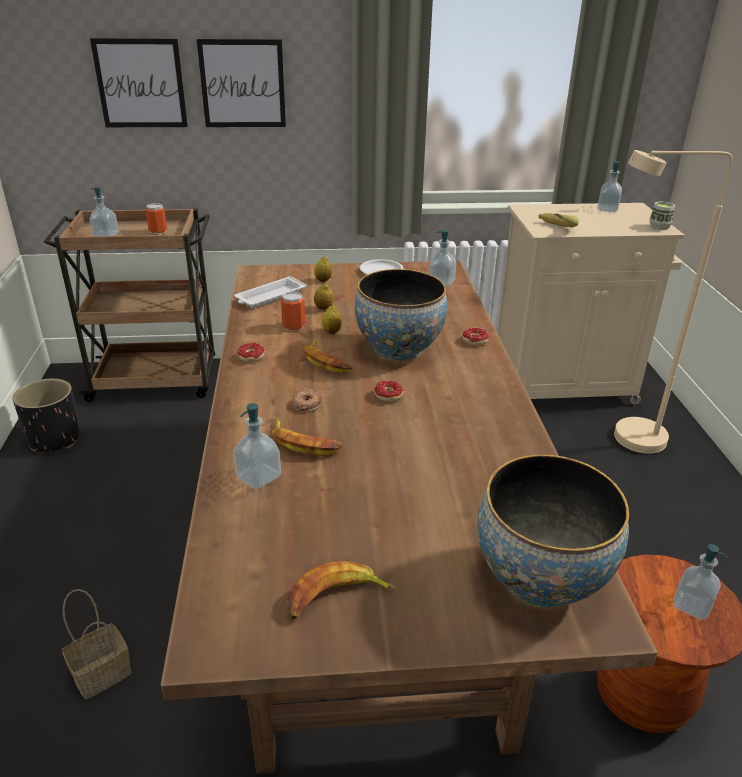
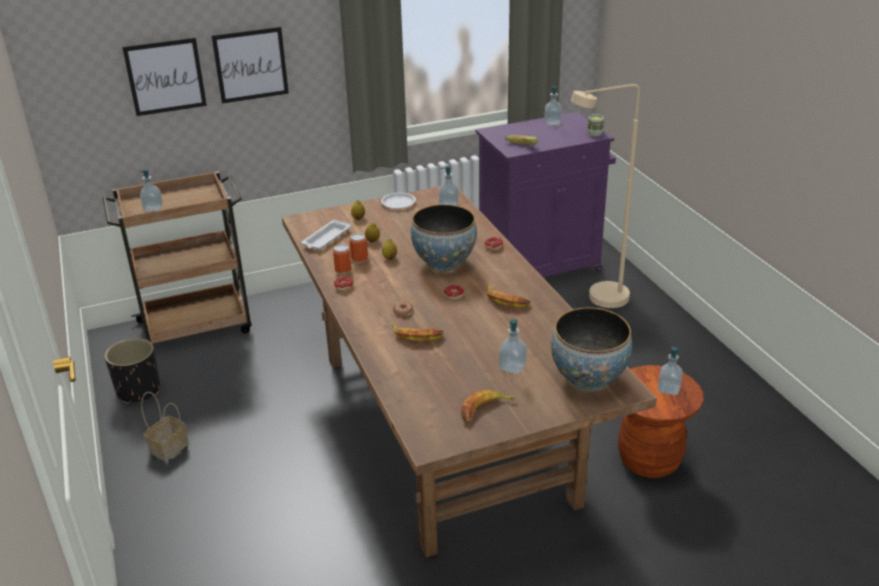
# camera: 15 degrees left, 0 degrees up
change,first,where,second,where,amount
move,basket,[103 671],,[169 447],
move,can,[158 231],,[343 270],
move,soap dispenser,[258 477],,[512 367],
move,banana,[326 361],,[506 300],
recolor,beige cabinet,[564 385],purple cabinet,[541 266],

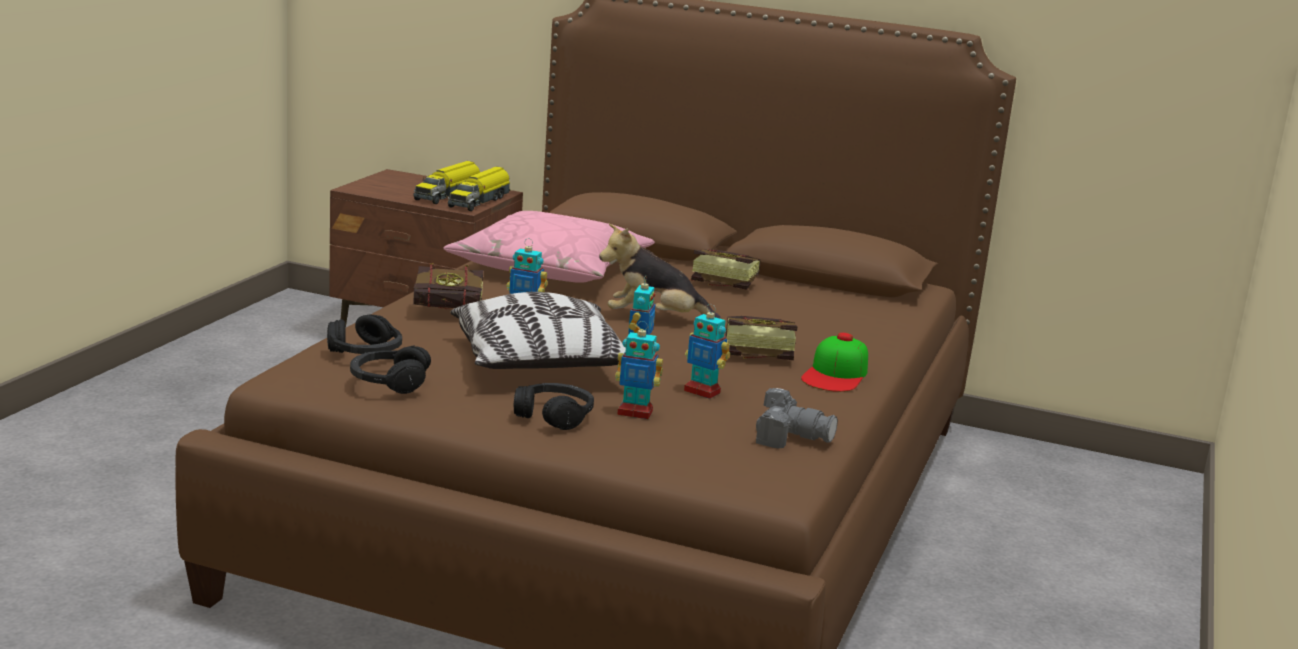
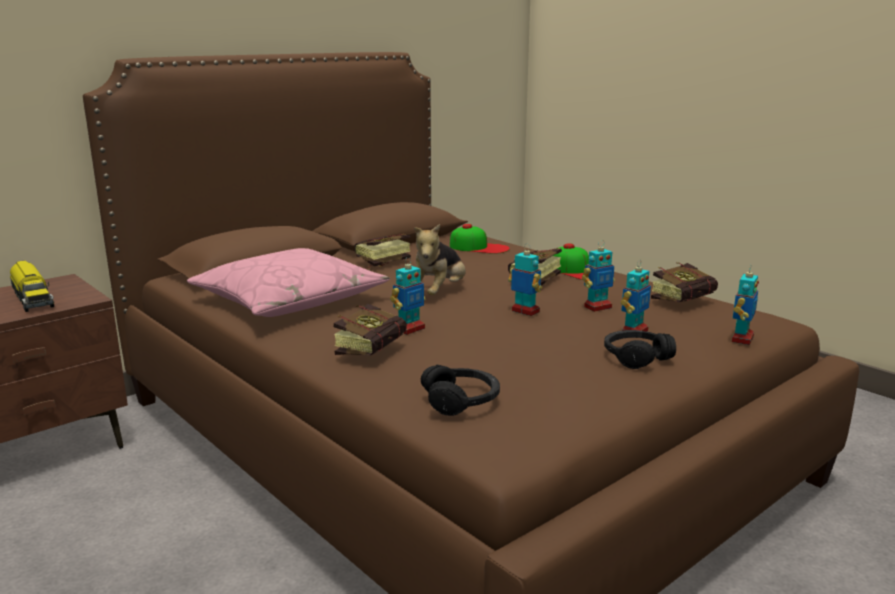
# camera: 60 degrees left, 0 degrees up
change,first,where,second,where,amount
delete,black headphones,[389 382],,,
delete,toy truck,[480 201],,,
delete,pillow,[540 364],,,
replace,photo camera,[790 437],book,[686 302],
insert,,,cap,[479 247],
insert,,,toy robot,[741 339],

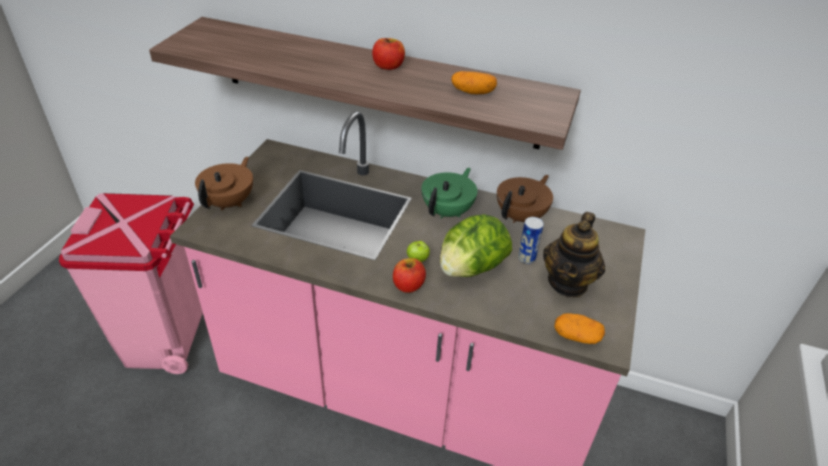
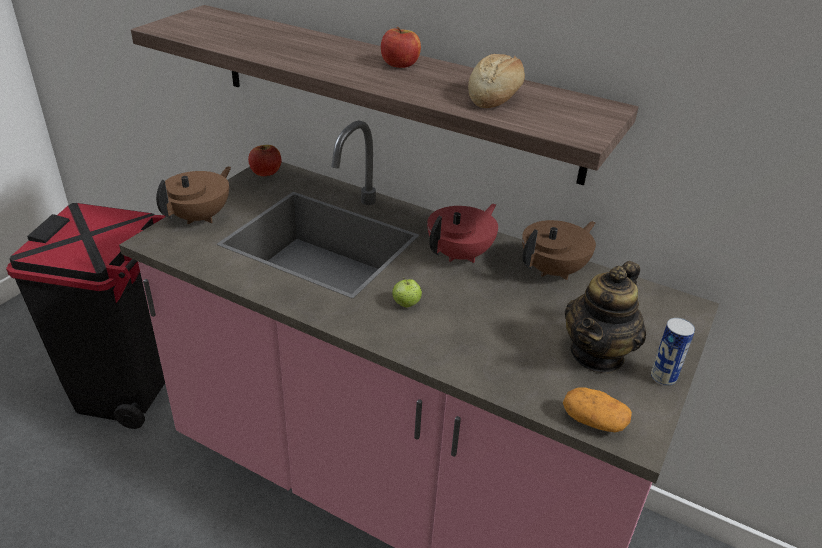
# camera: 10 degrees right, 5 degrees down
change,first,where,second,where,amount
recolor,pink trash can,[166 338],black trash can,[130 386],
move,apple,[408 285],,[265 172],
recolor,green teapot,[448 211],red teapot,[461 254],
delete,lettuce,[471 268],,,
replace,potato,[472 92],bread,[495 97],
move,can,[526 258],,[663 377],

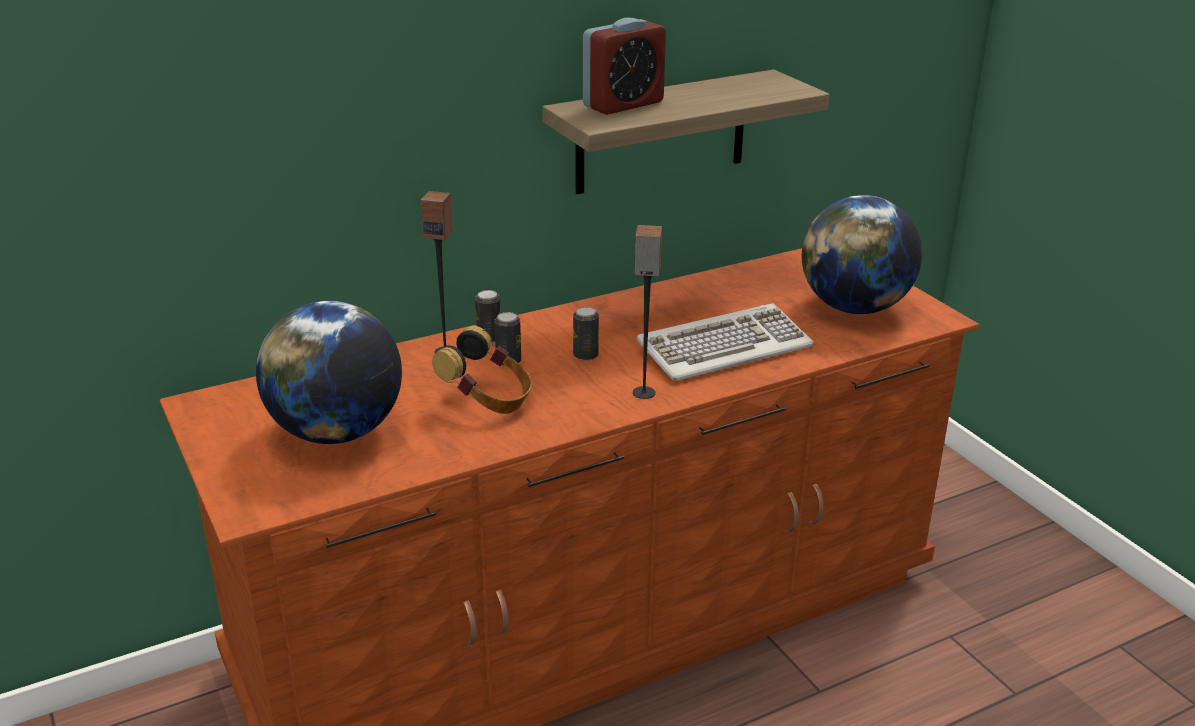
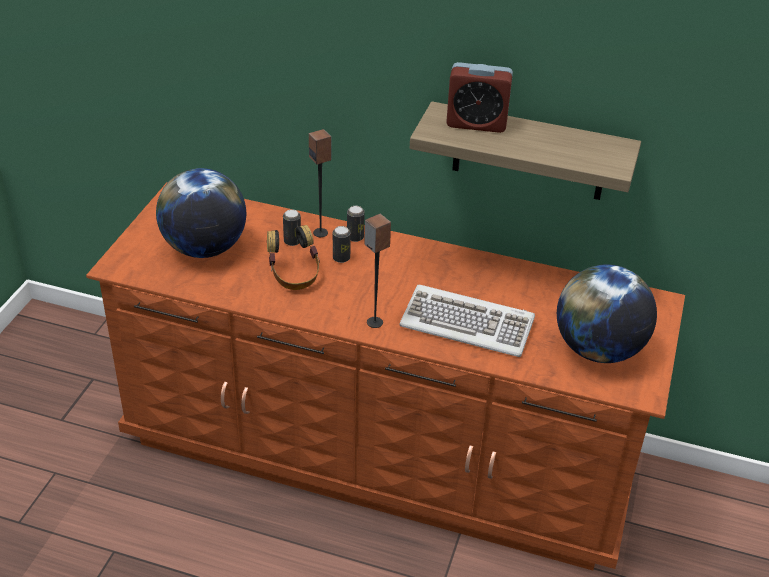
# camera: 45 degrees right, 10 degrees up
change,first,where,second,where,amount
move,can,[585 355],,[292 241],

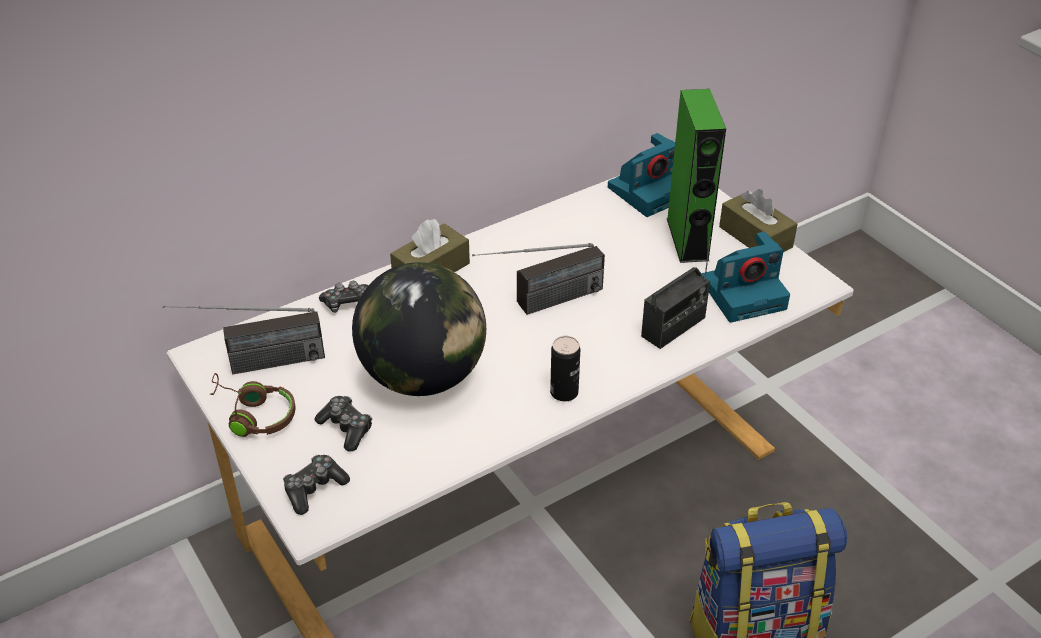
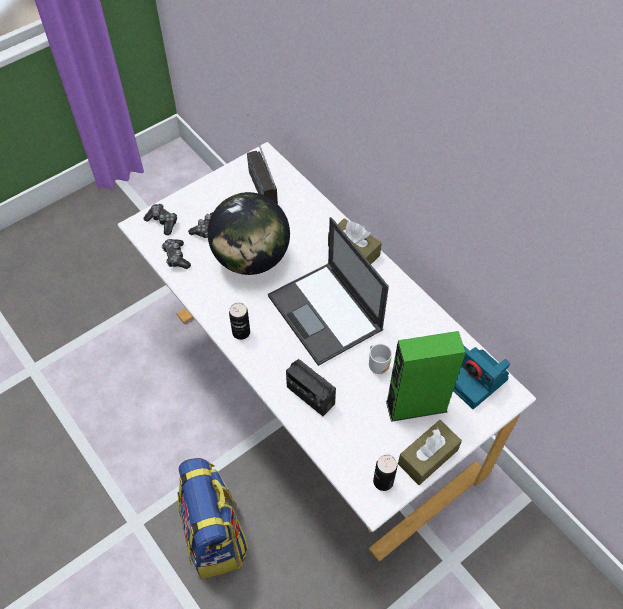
# camera: 85 degrees right, 15 degrees up
change,first,where,second,where,amount
delete,brown headphones,[253 414],,,
move,game controller,[348 303],,[176 257],
replace,radio,[540 304],laptop,[326 314],
delete,photo camera,[744 293],,,
insert,,,mug,[378 365],
insert,,,can,[383 481],

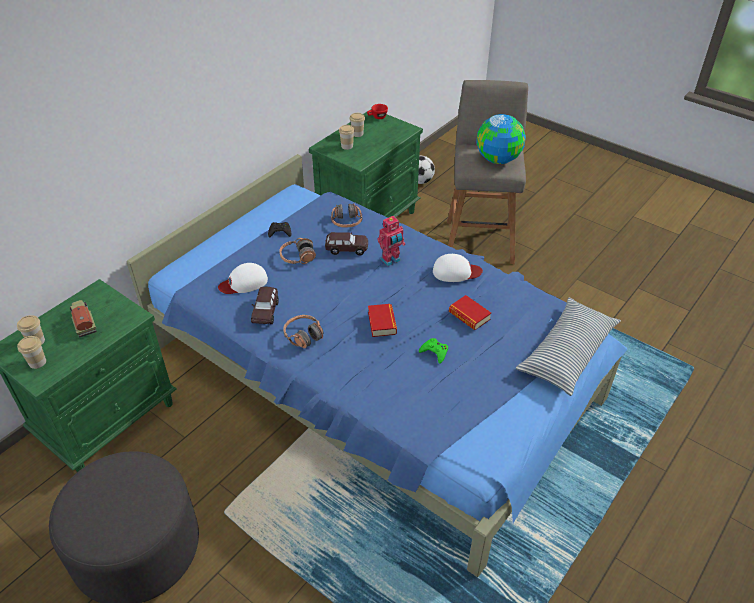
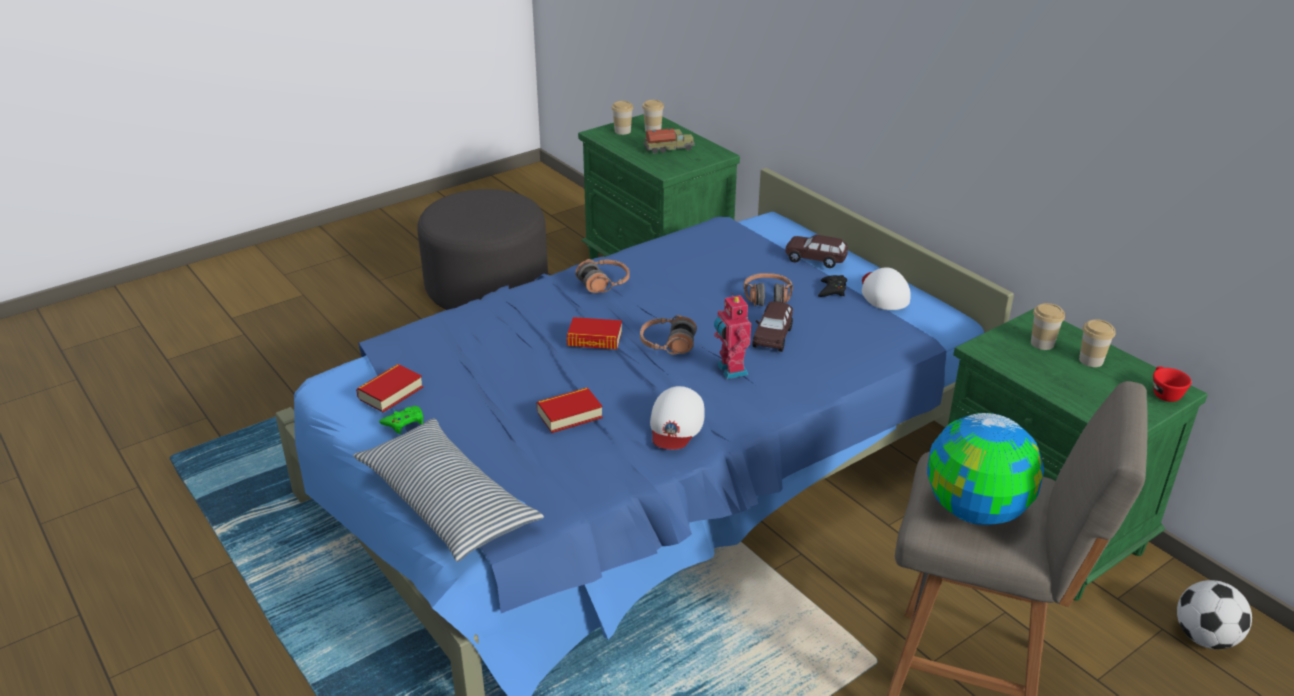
# camera: 105 degrees right, 10 degrees down
change,first,where,second,where,amount
move,white cap,[244 282],,[883 293],
move,brown toy car,[265 312],,[815 259],
move,headphones,[346 222],,[667 344],
move,green game controller,[434 352],,[404 422],
insert,,,book,[390 393],

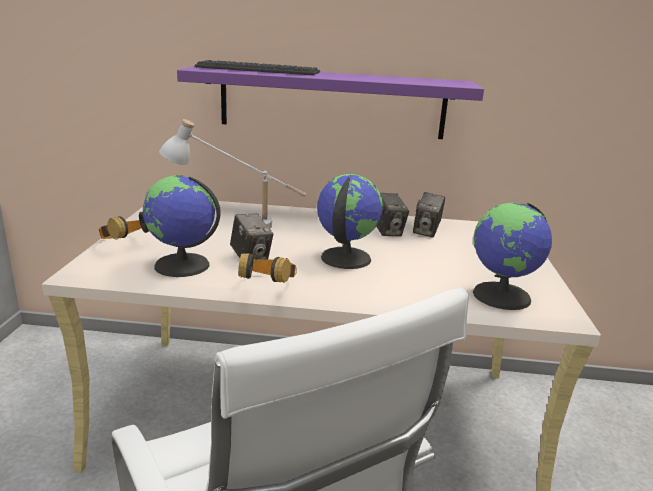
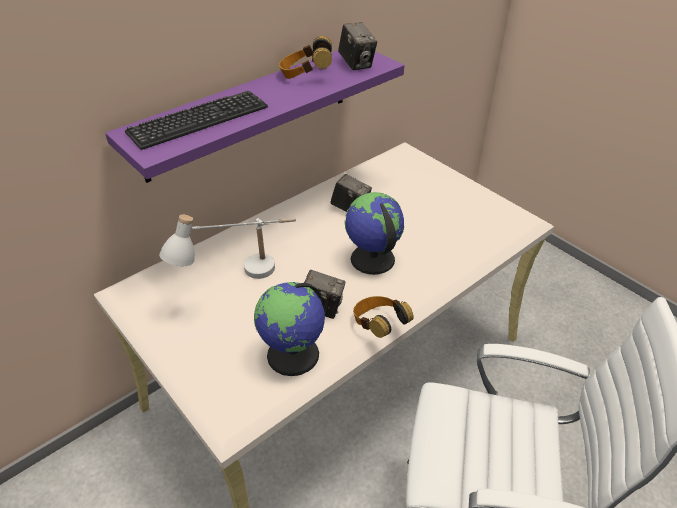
# camera: 45 degrees left, 20 degrees up
change,first,where,second,where,amount
move,headphones,[126 244],,[306 75],
move,photo camera,[426 232],,[356 64],
delete,globe,[502 296],,,

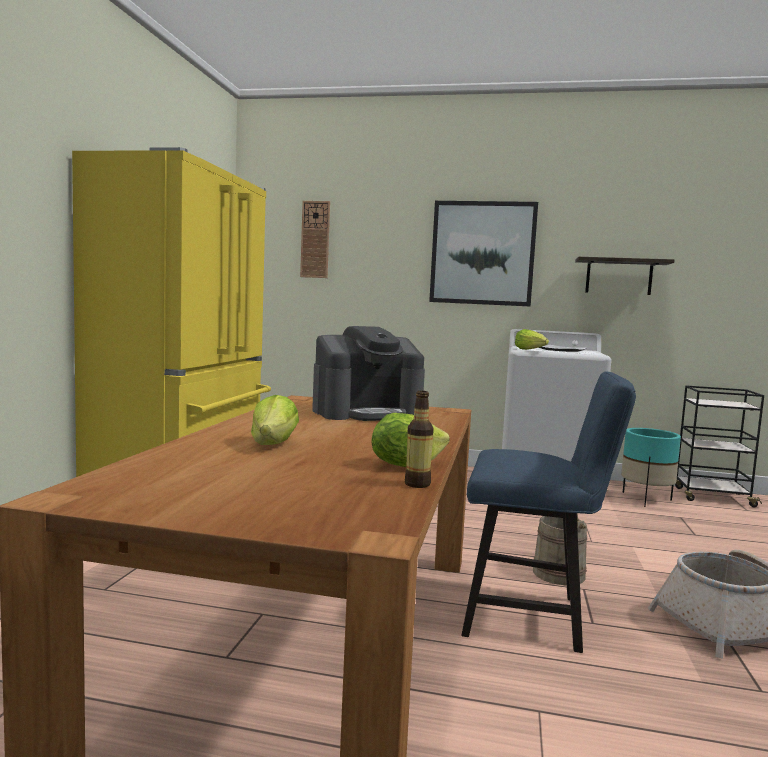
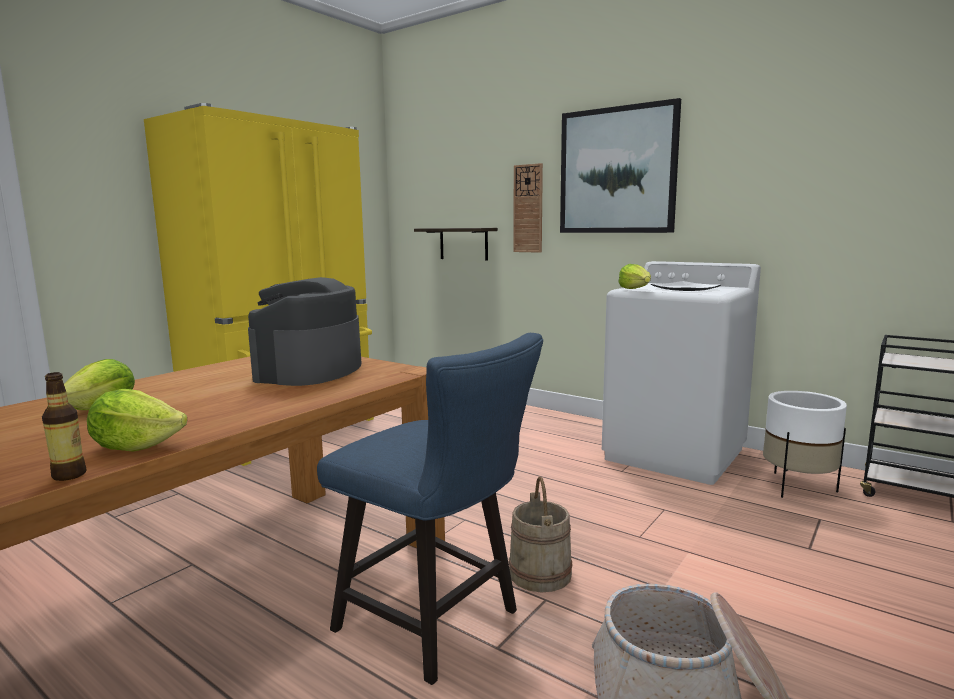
# camera: 25 degrees right, 5 degrees up
change,first,where,second,where,amount
move,wall clock,[315 239],,[528 208],
rotate,coffee machine,[367 412],,[309 370],105 degrees clockwise
move,shelf,[618 277],,[463 243],
recolor,turquoise planter,[646 499],white planter,[797 487],

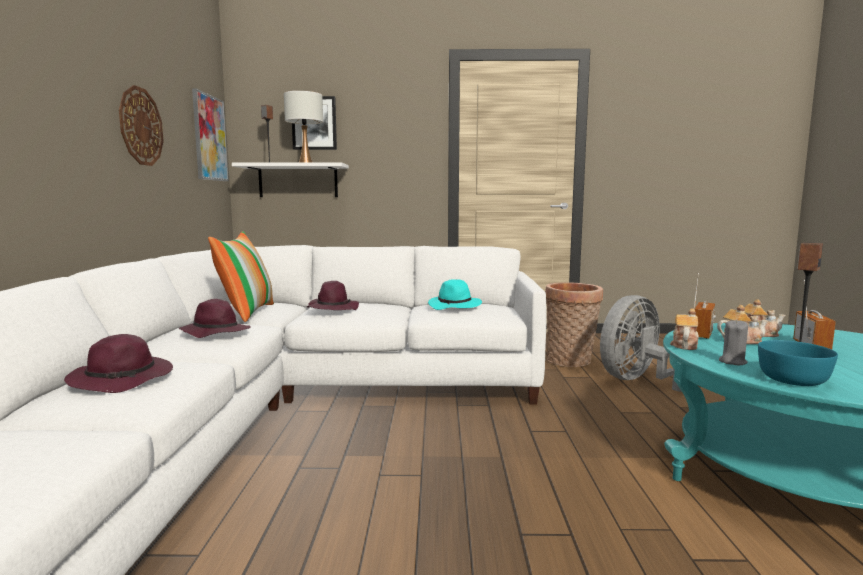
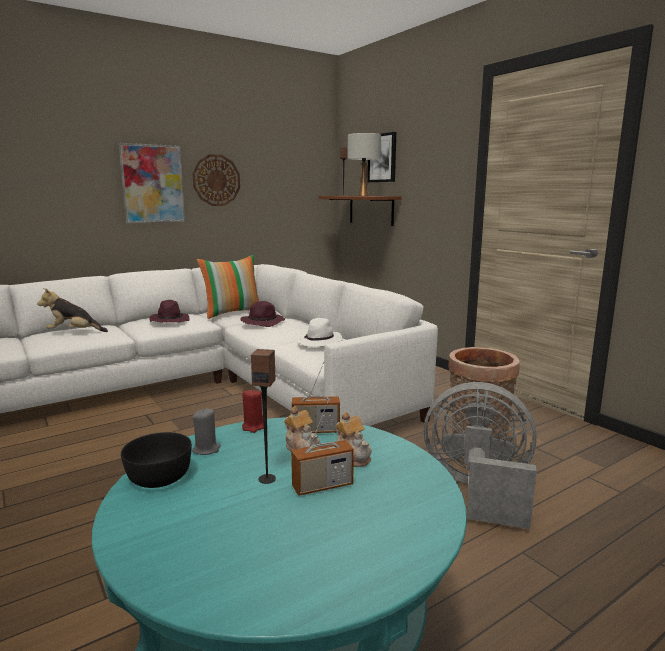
# camera: 55 degrees right, 5 degrees up
change,first,where,second,where,amount
replace,purple hat,[123 379],plush toy,[74 332],
move,picture,[209 138],,[152 184],
recolor,white shelf,[298 181],brown shelf,[371 210],
recolor,turquoise hat,[455 306],white hat,[320 343],
replace,teapot,[684 345],red candle,[253 427],
recolor,turquoise bowl,[792 380],black bowl,[158 476],

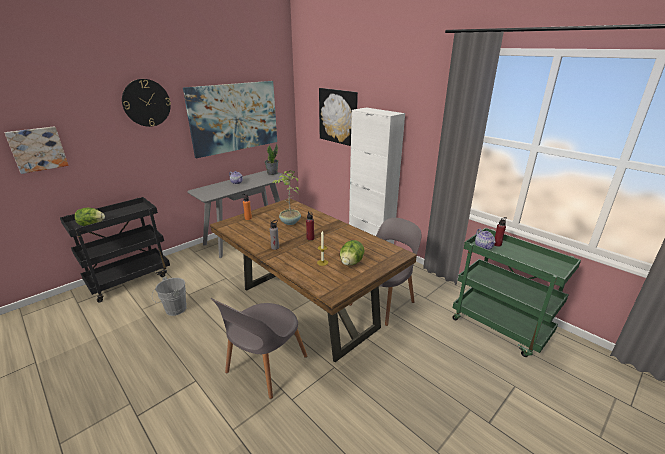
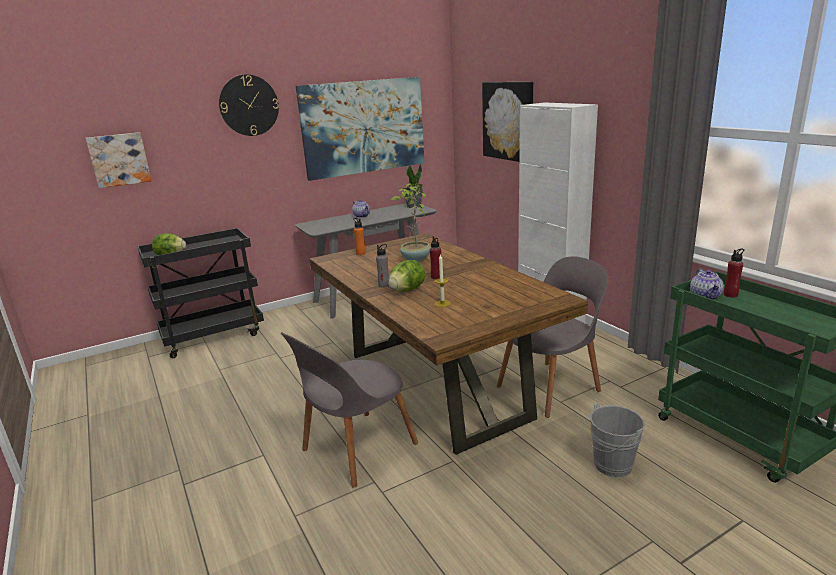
# camera: 15 degrees right, 5 degrees down
change,first,where,second,where,amount
move,grey bucket,[173 310],,[609 467],
move,lettuce,[351 263],,[407 290],

